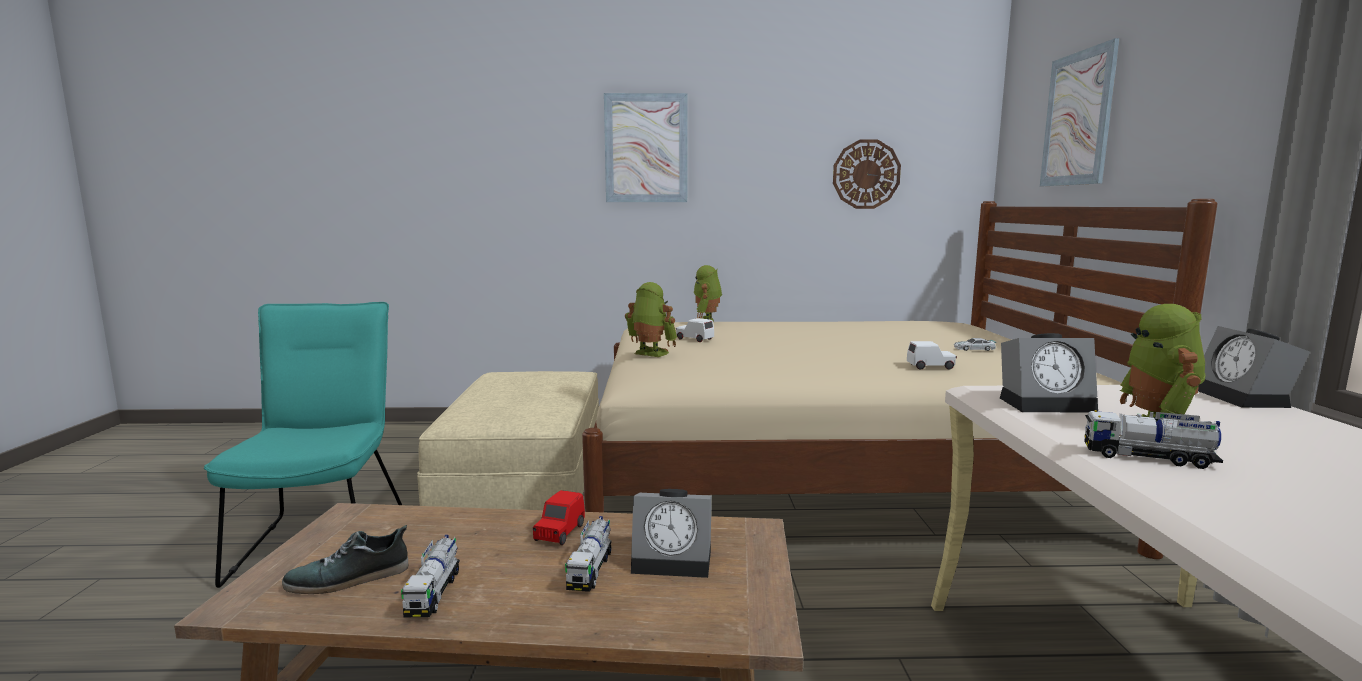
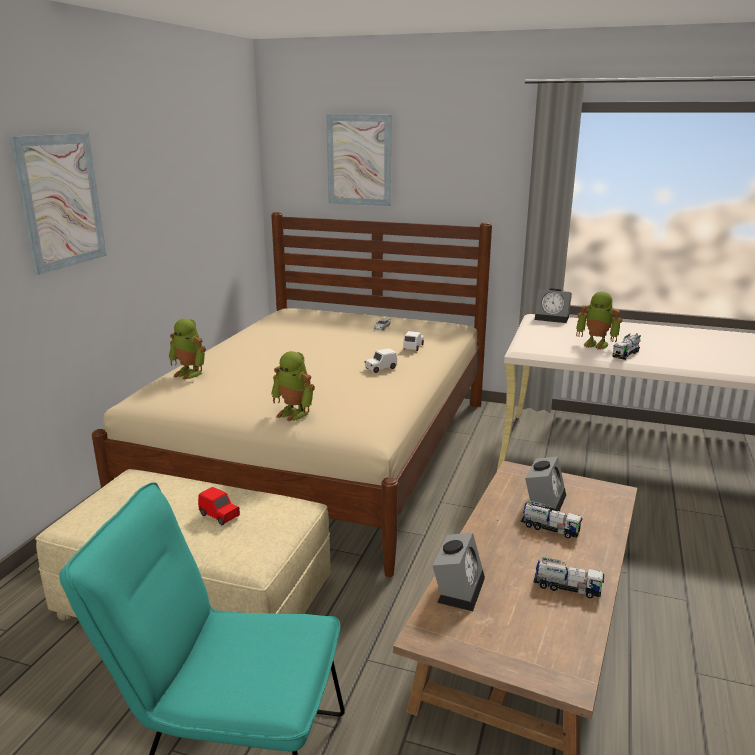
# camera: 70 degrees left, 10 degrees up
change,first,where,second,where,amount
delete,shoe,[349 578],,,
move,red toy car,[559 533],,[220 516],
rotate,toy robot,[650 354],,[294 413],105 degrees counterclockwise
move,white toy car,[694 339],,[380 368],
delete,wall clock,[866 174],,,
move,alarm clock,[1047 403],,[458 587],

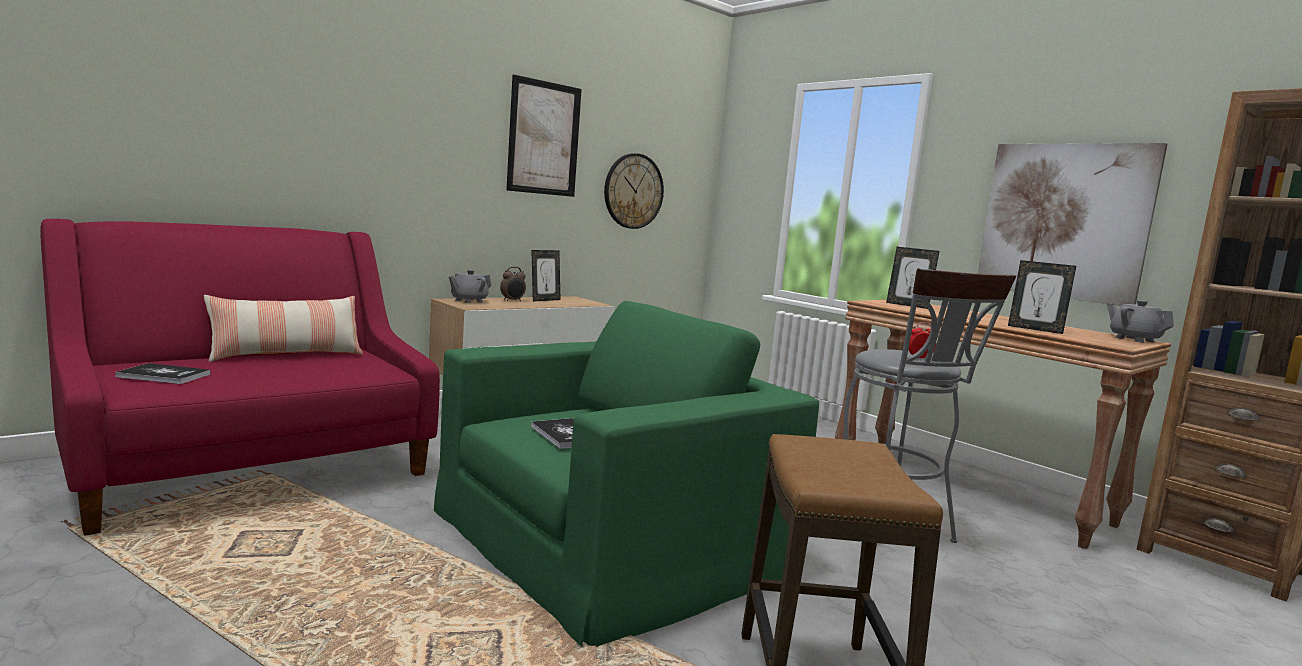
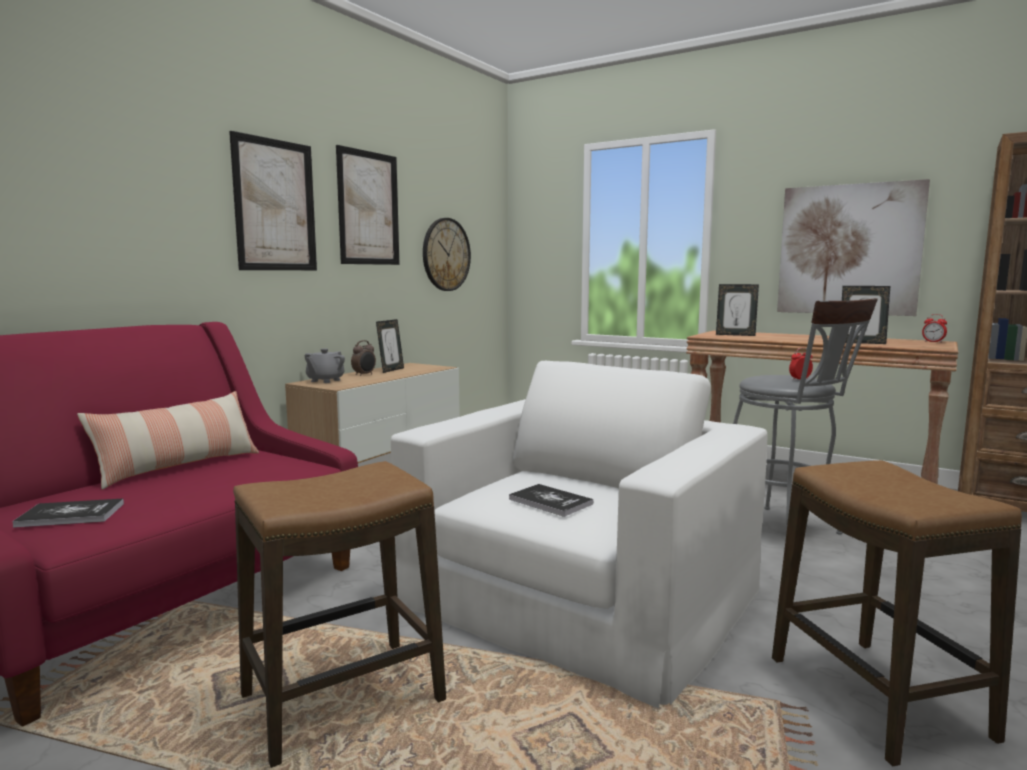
# camera: 15 degrees left, 0 degrees up
change,first,where,second,where,amount
recolor,green armchair,[609 539],white armchair,[580 594],
replace,grey teapot,[1134 339],alarm clock,[933 342],
insert,,,picture,[275 205],
insert,,,stool,[343 698],

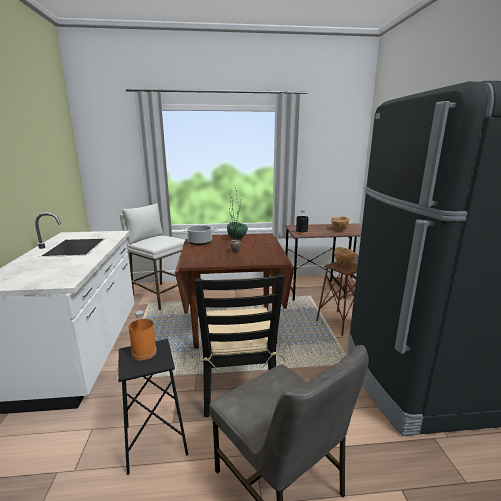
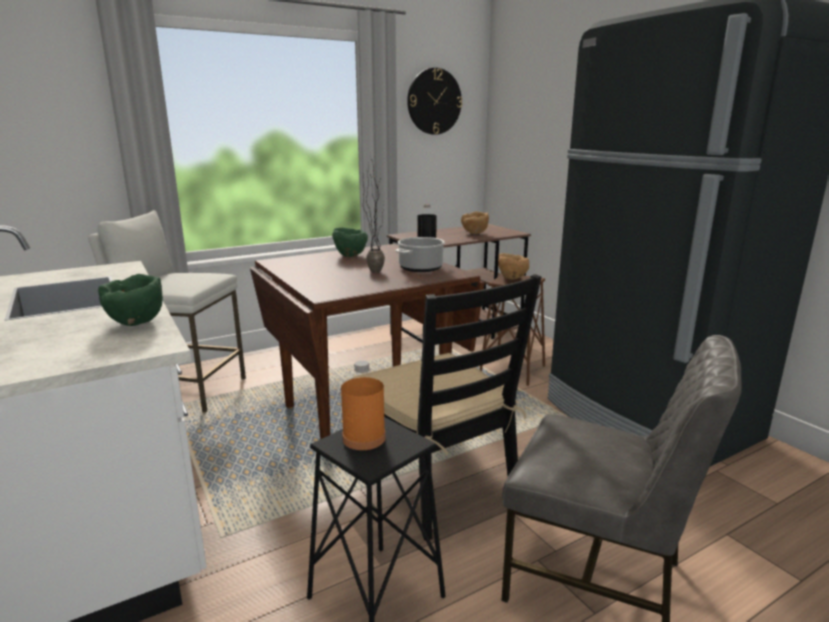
# camera: 25 degrees left, 0 degrees up
change,first,where,second,where,amount
move,cooking pot,[200 242],,[421 268],
insert,,,green bowl,[136 324],
insert,,,wall clock,[434 101],

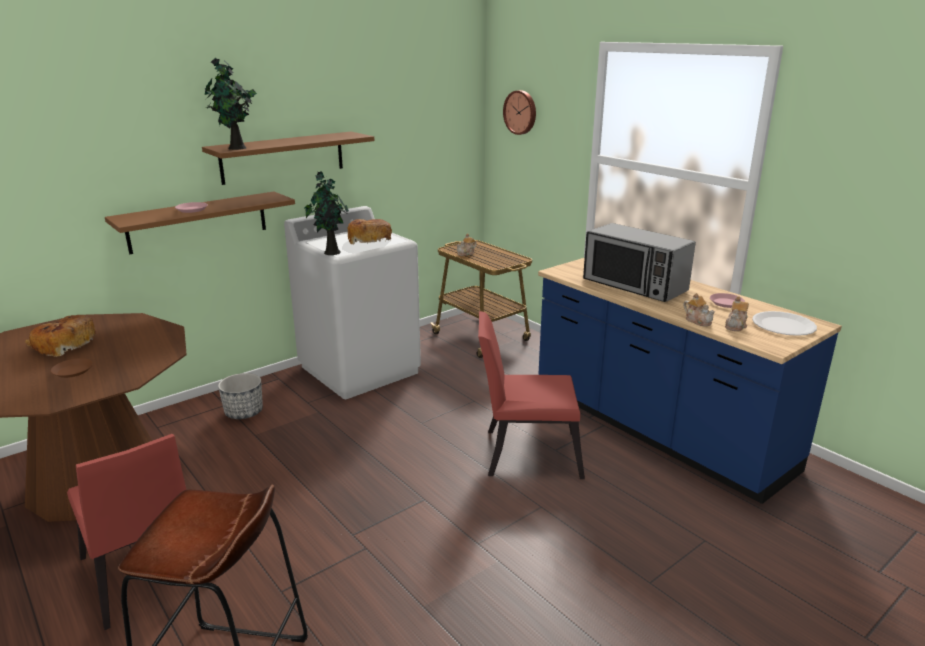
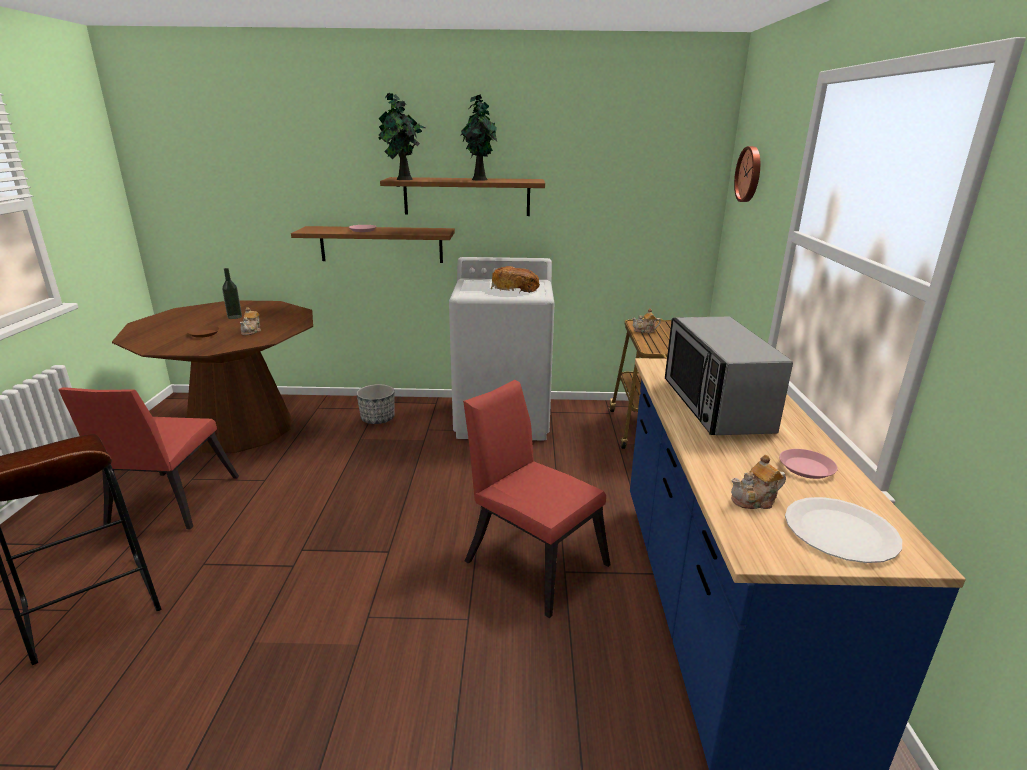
# camera: 40 degrees right, 0 degrees up
change,first,where,second,where,amount
replace,bread,[64 345],bottle,[234 317],
move,potted plant,[330 252],,[479 179],
move,teapot,[698 321],,[252 331],

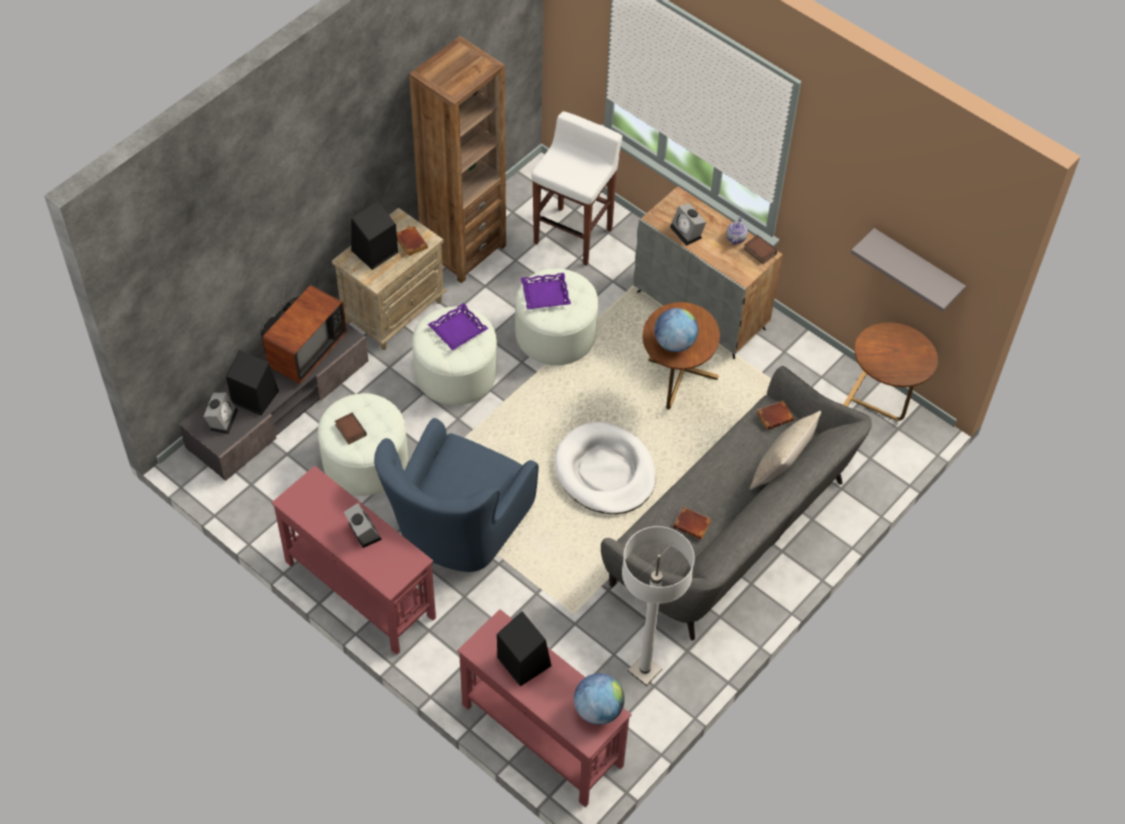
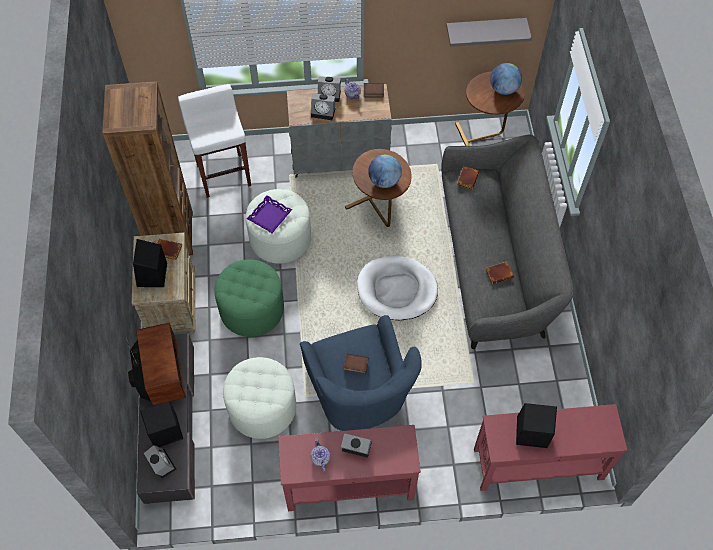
# camera: 45 degrees left, 5 degrees up
change,first,where,second,where,amount
move,book,[349 430],,[355 365],
recolor,white ottoman,[456 373],green ottoman,[252 309],
delete,purple tray,[458 329],,,
move,globe,[598 710],,[504 89],
delete,white floor lamp,[644 670],,,
delete,beige pillow,[781 470],,,
insert,,,teapot,[320 458],
insert,,,alarm clock,[330 94],

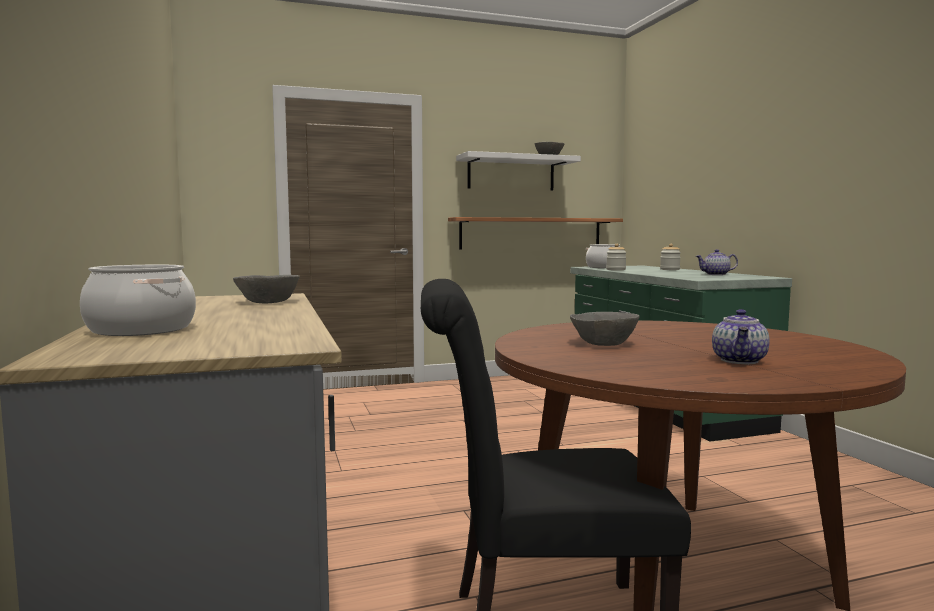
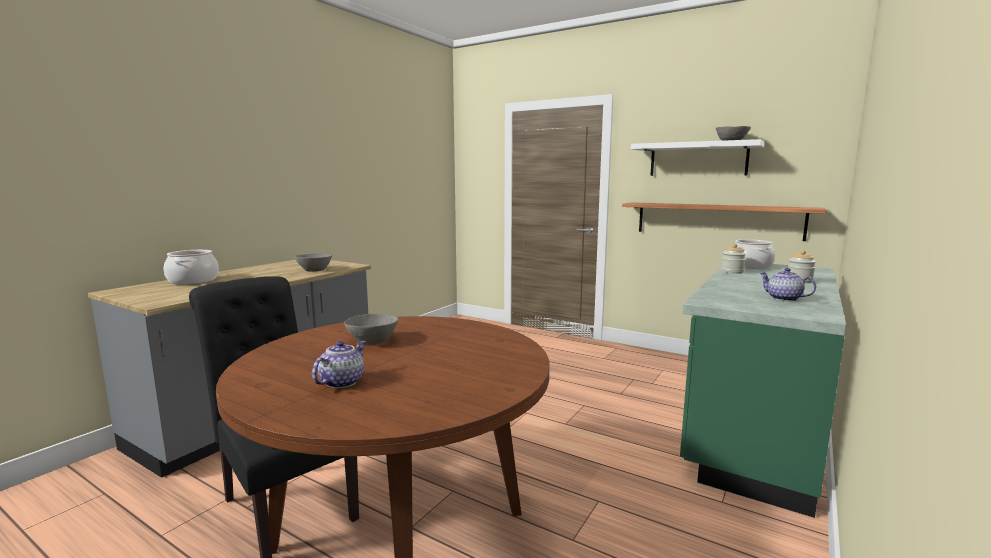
# camera: 50 degrees right, 5 degrees up
change,first,where,second,where,amount
rotate,teapot,[740 361],,[341 382],135 degrees clockwise

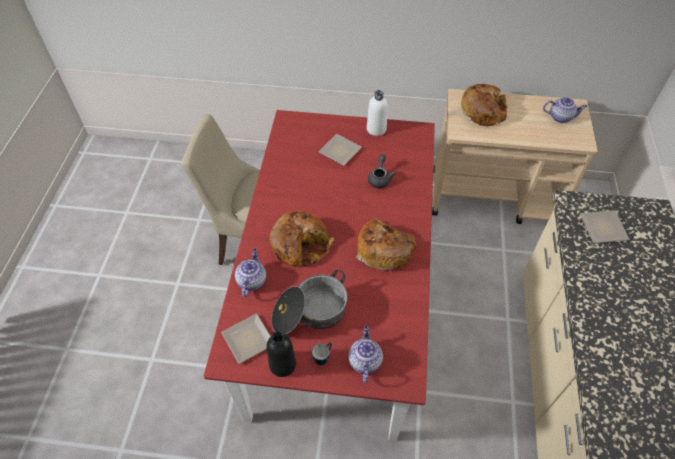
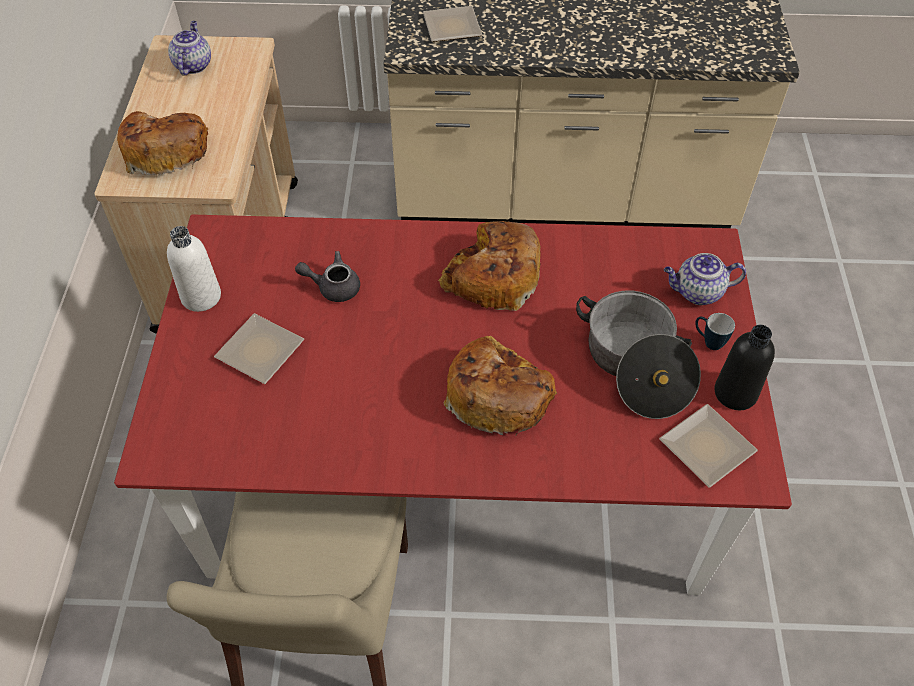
# camera: 95 degrees left, 0 degrees up
change,first,where,second,where,amount
delete,teapot,[251 280],,,

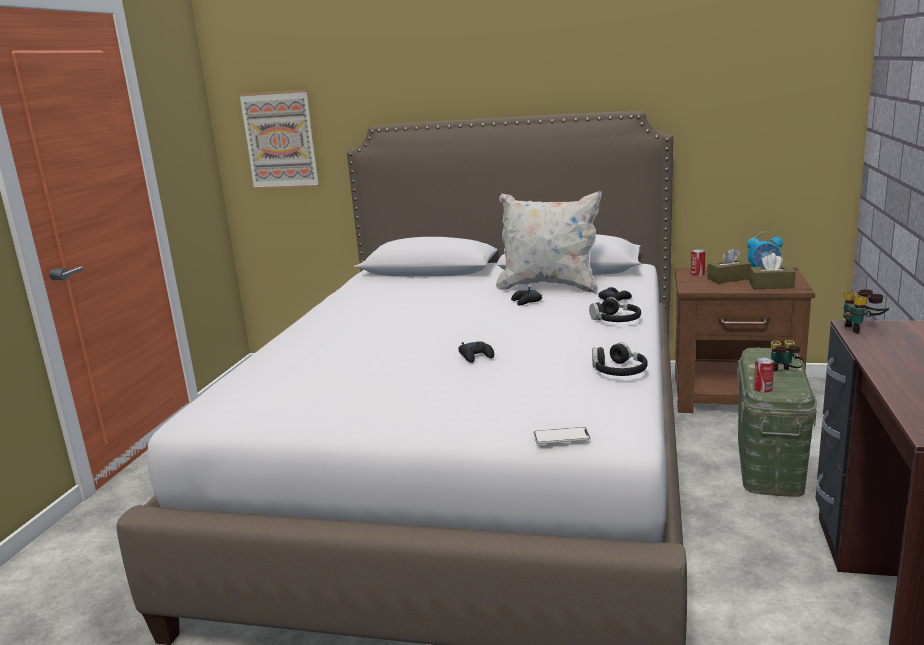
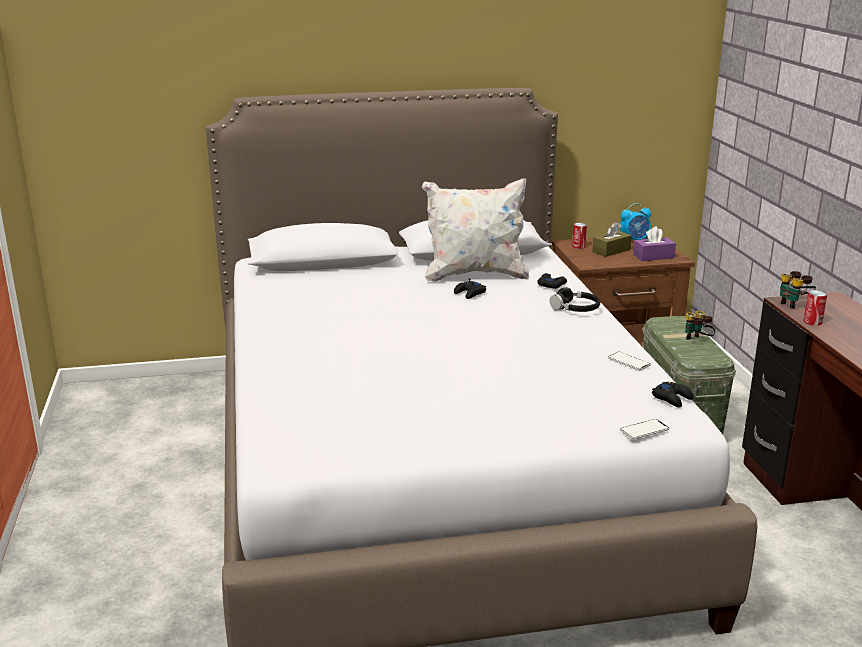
# camera: 25 degrees left, 5 degrees up
change,first,where,second,where,amount
delete,picture,[280 140],,,
move,black game controller,[476 356],,[672 398],
replace,black headphones,[618 371],phone,[628 362],
recolor,brown tissue box,[771 285],purple tissue box,[653 256],
move,can,[763 389],,[812 322],

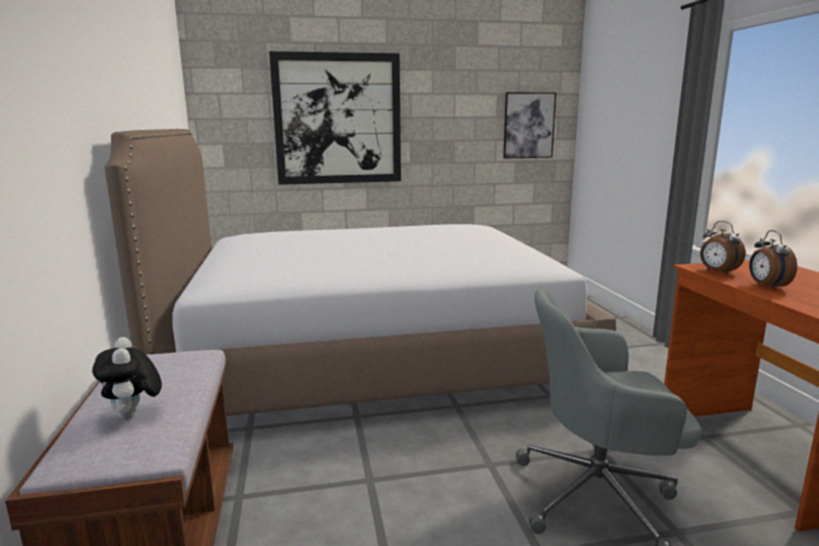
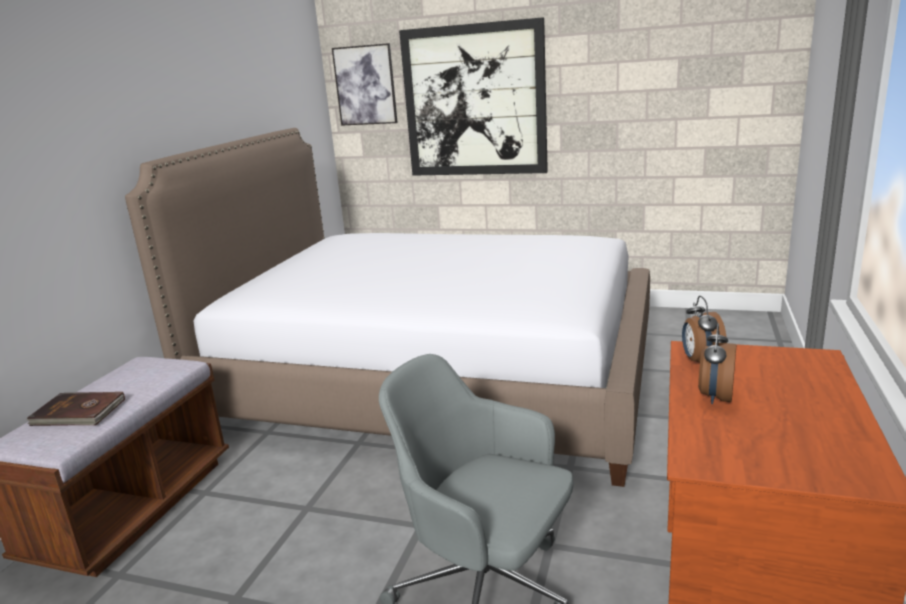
# camera: 30 degrees right, 5 degrees up
change,first,where,second,where,amount
replace,plush toy,[133 416],brown book,[78 413],
move,picture,[528 125],,[365 85],

